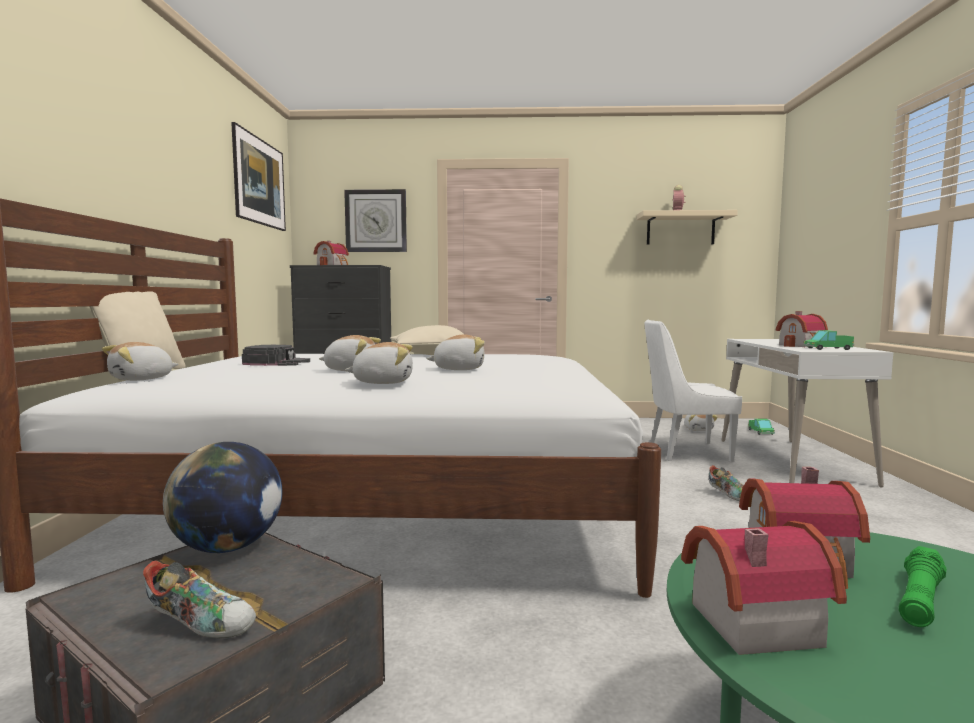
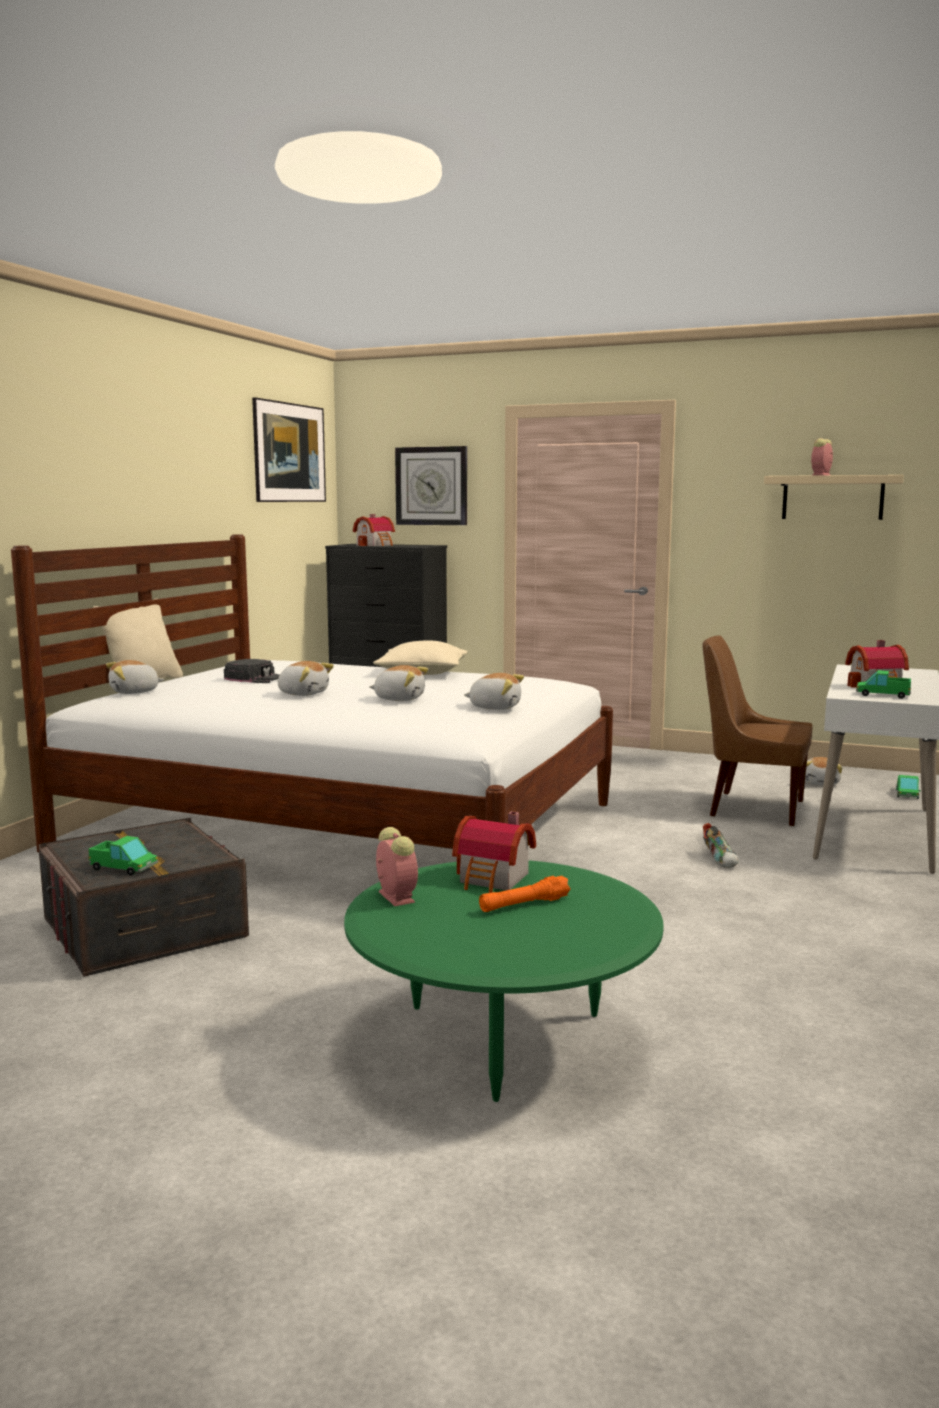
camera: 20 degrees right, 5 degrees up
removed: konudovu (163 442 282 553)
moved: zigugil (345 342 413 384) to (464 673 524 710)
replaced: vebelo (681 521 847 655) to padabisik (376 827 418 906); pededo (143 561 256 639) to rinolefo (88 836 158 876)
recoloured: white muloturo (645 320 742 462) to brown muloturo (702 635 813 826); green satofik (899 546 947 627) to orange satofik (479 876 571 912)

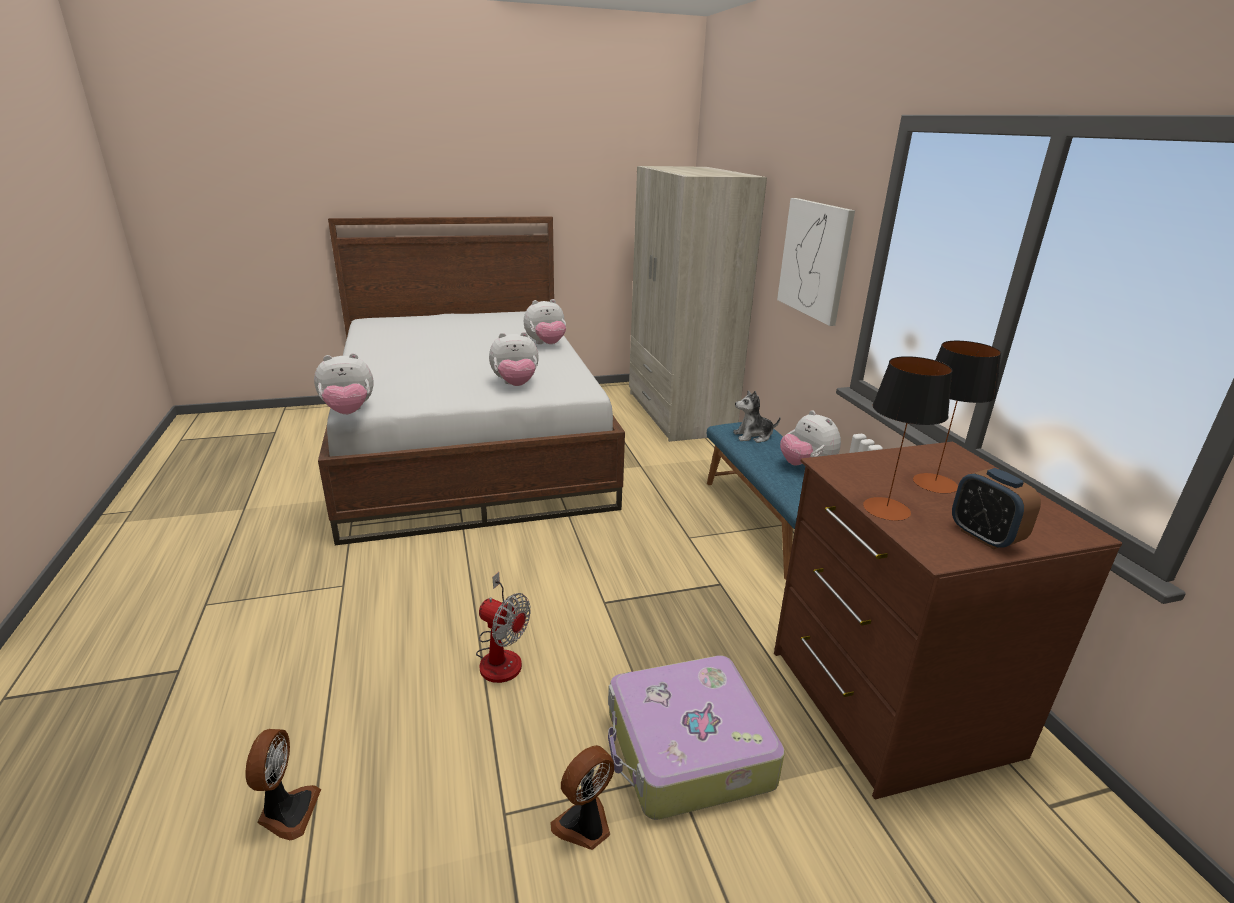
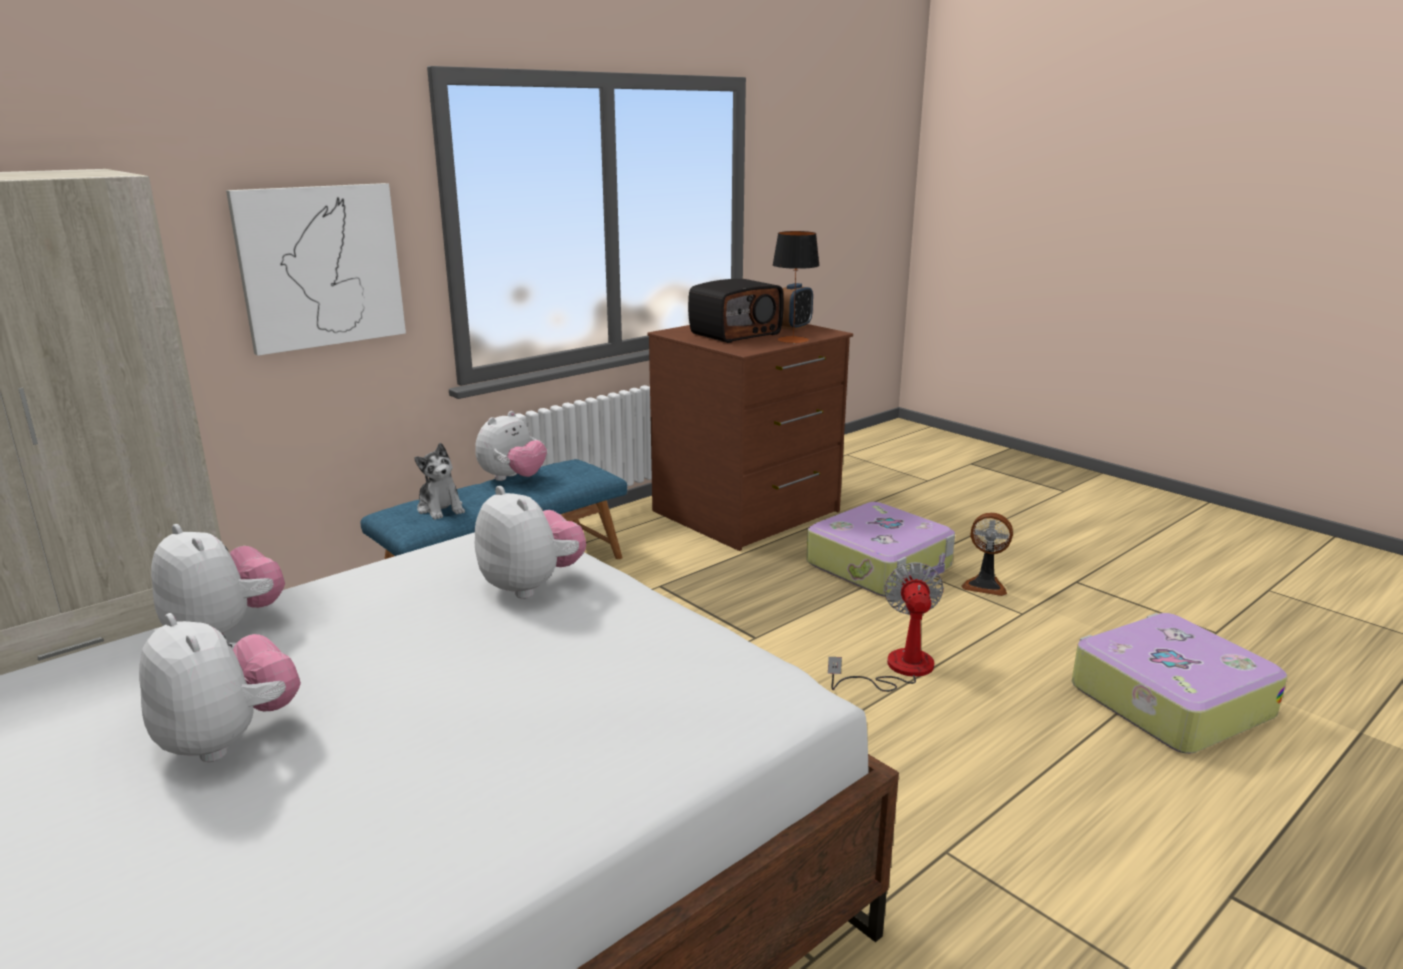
camera: 115 degrees left, 5 degrees down
moved: zigugil (314 353 374 414) to (139 613 301 762)
replaced: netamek (913 341 1001 493) to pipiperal (688 279 784 343); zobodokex (245 729 321 840) to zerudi (1072 613 1287 753)

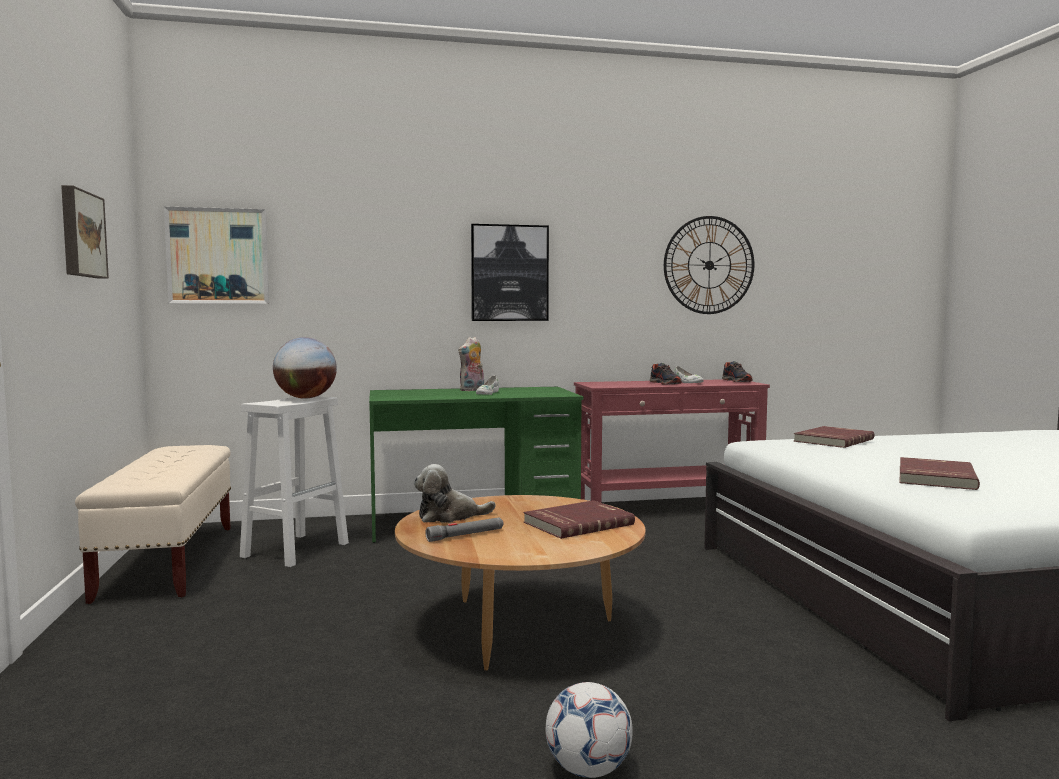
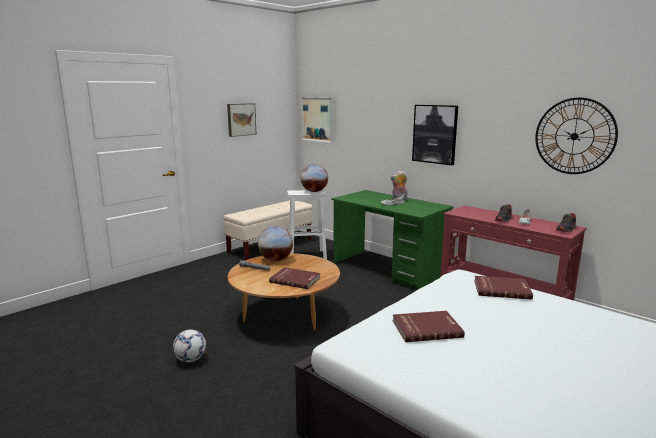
camera: 55 degrees right, 10 degrees up
replaced: zigugil (414 464 496 523) to konudovu (258 226 293 261)

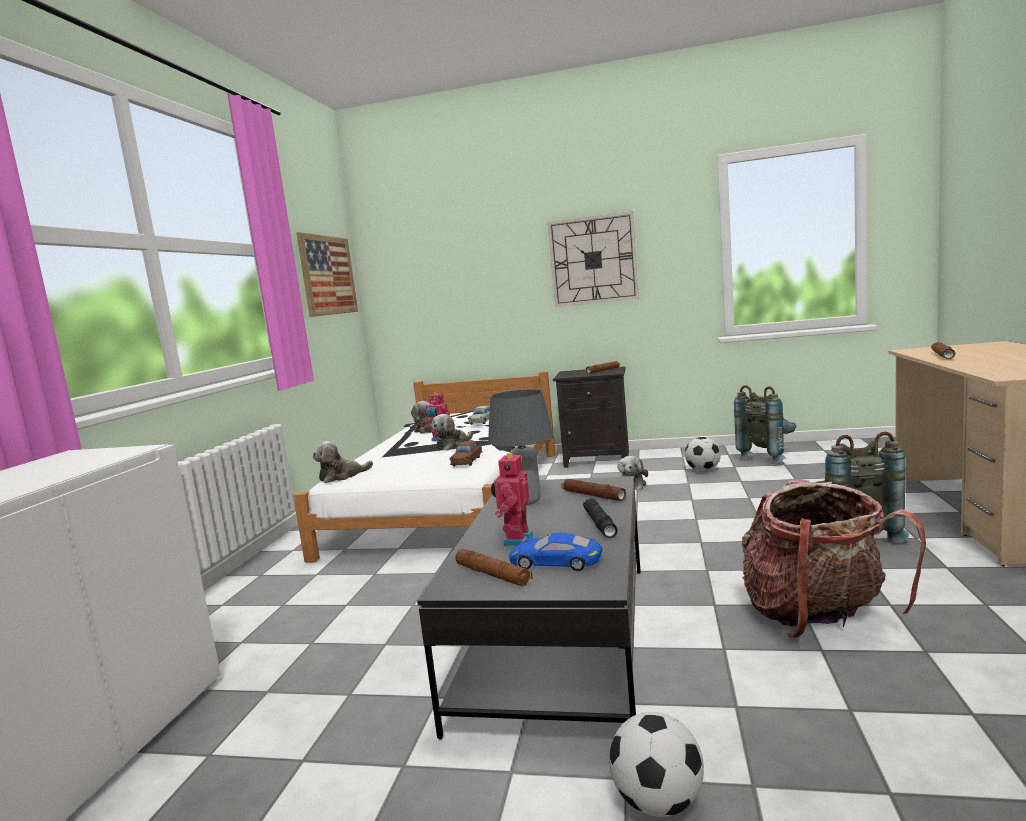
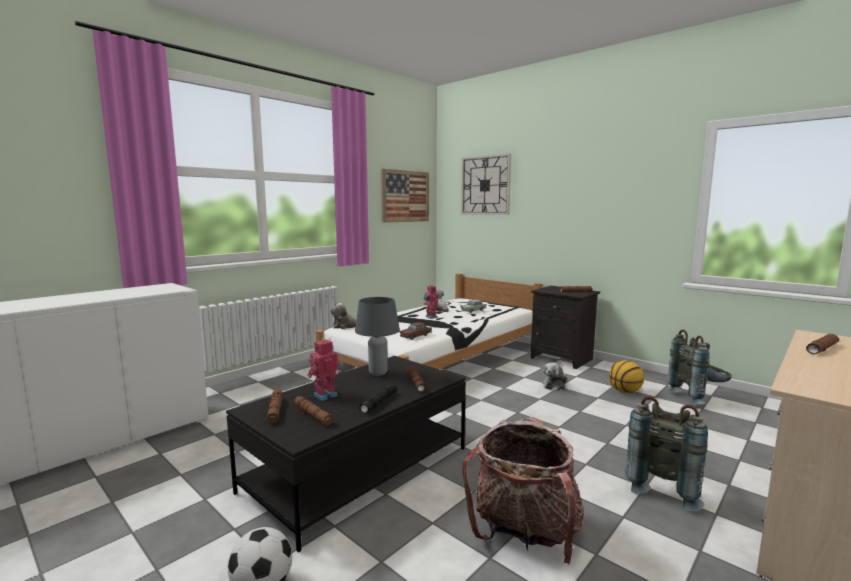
camera: 30 degrees right, 0 degrees up
removed: zigugil (432 414 473 451)
moved: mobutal (547 211 639 307) to (461 153 511 215)
replaced: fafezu (685 437 721 472) to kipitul (609 361 644 393); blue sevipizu (509 533 602 571) to brown satofik (294 396 334 426)

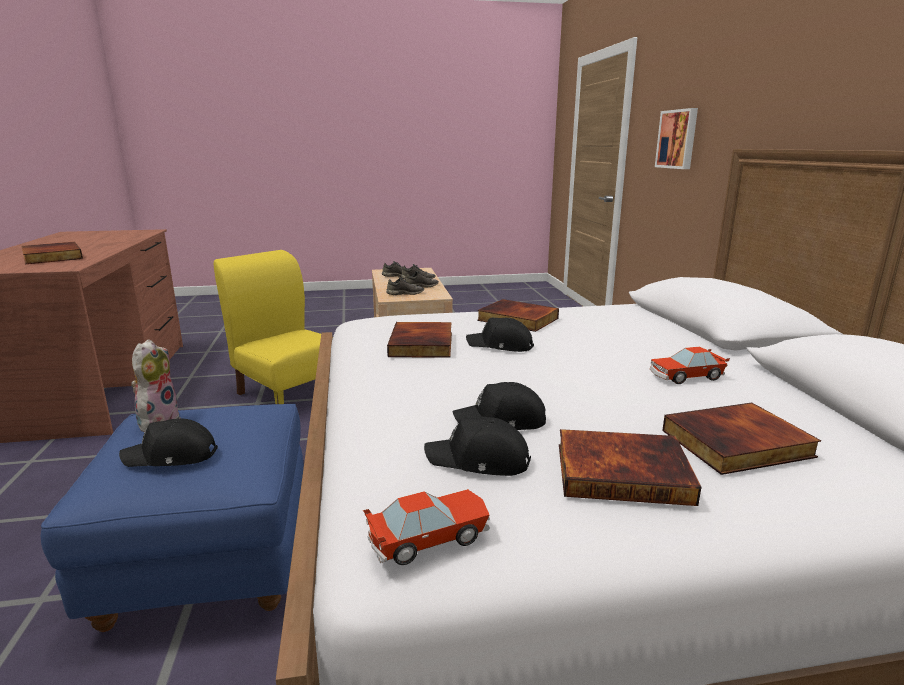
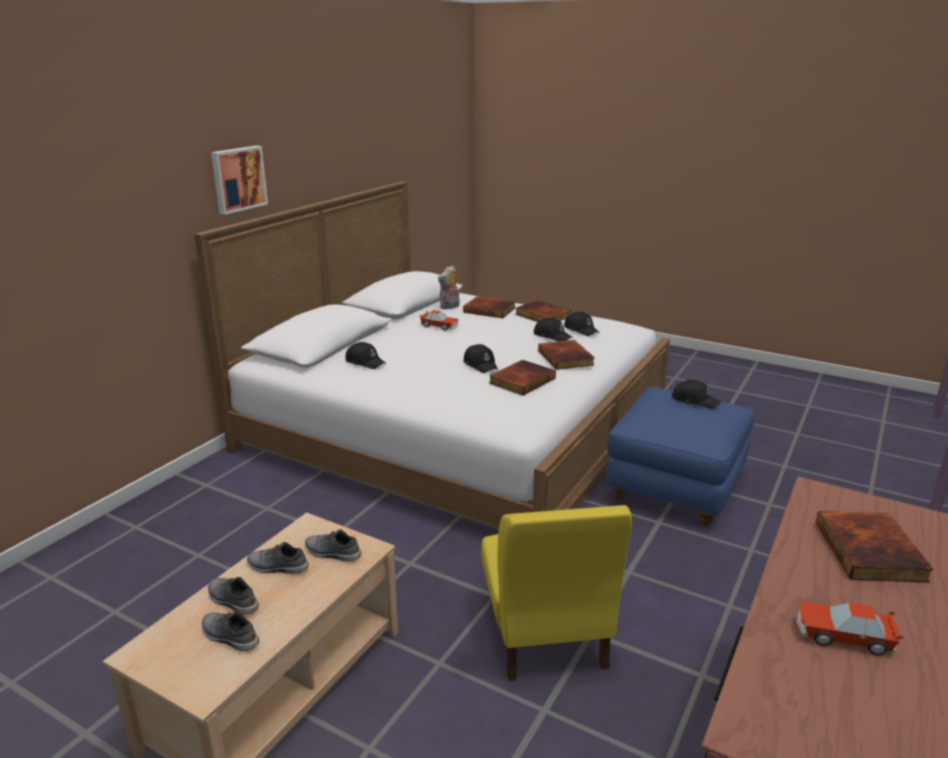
camera: 140 degrees left, 5 degrees up
added: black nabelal (345 342 386 369)
moved: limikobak (655 108 698 169) to (211 146 268 215); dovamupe (477 299 559 332) to (538 340 595 370); zigugil (131 339 181 432) to (438 266 460 310); sevipizu (363 489 490 565) to (797 601 904 656)

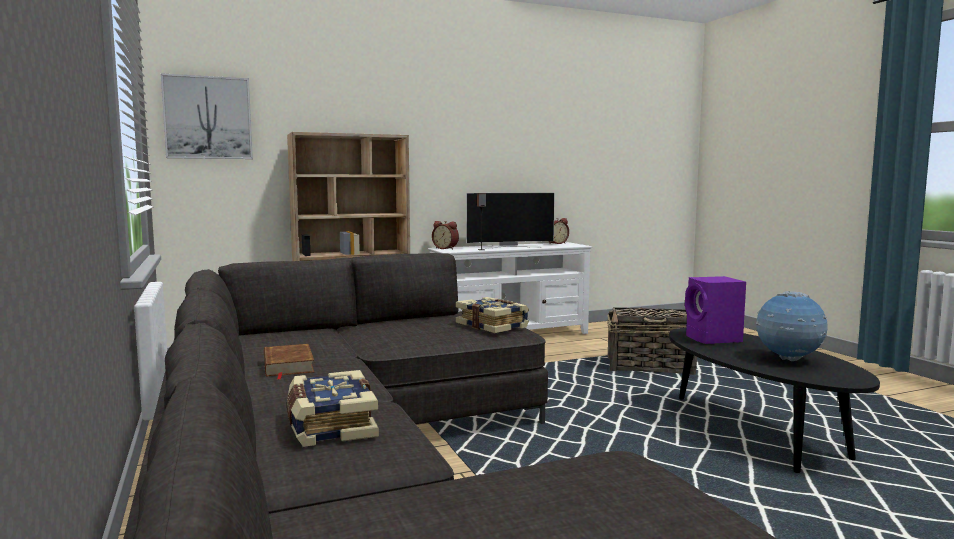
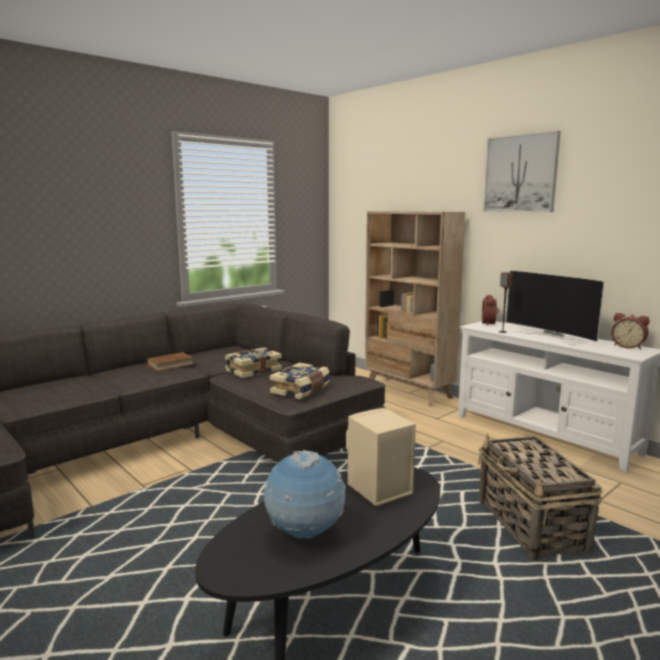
camera: 70 degrees right, 5 degrees up
moved: limikobak (161 73 253 159) to (483 131 561 212); dovamupe (287 370 379 447) to (225 348 282 378)
recoloured: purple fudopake (685 276 746 344) to beige fudopake (346 408 416 506)

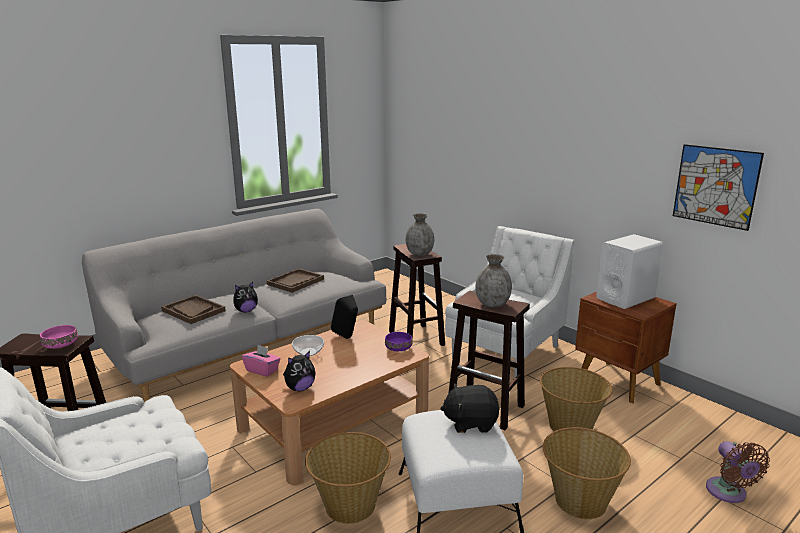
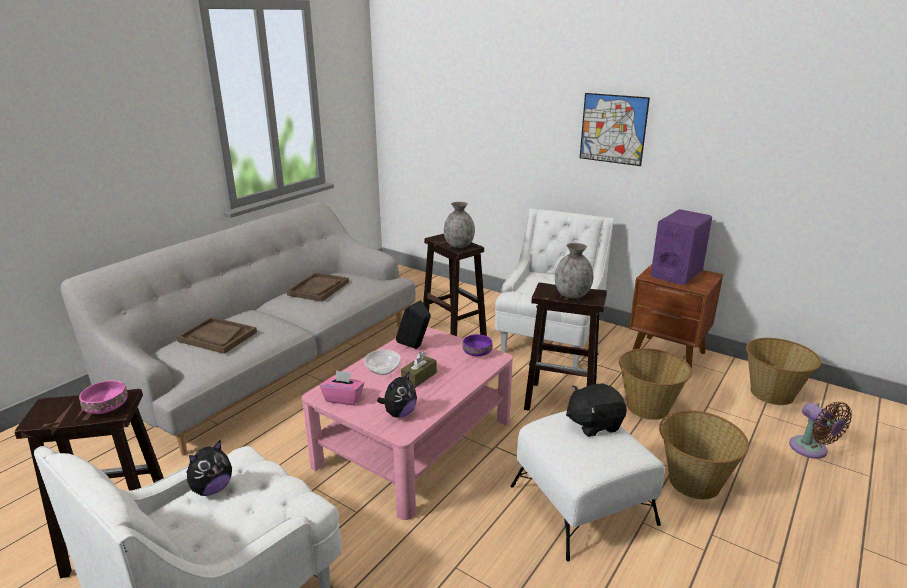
camera: 15 degrees left, 5 degrees up
added: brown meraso (401 352 437 388)
moved: limikobak (673 144 764 231) to (580 93 650 166); zigugil (233 282 258 313) to (187 440 232 496); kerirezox (305 432 391 524) to (746 338 821 405)
recoloured: white fudopake (596 234 663 309) to purple fudopake (651 209 712 285); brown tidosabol (230 320 429 485) to pink tidosabol (302 327 513 520)

